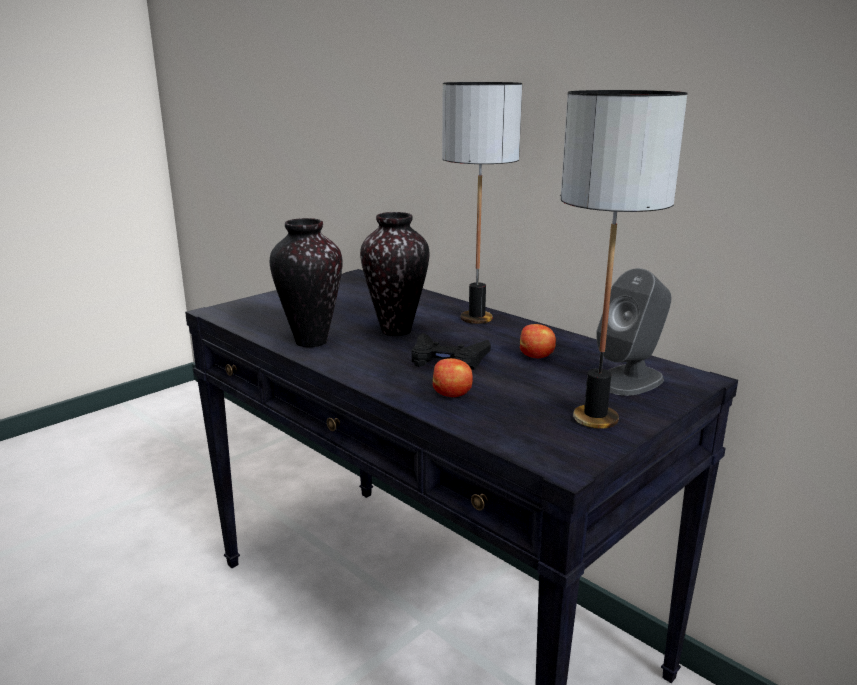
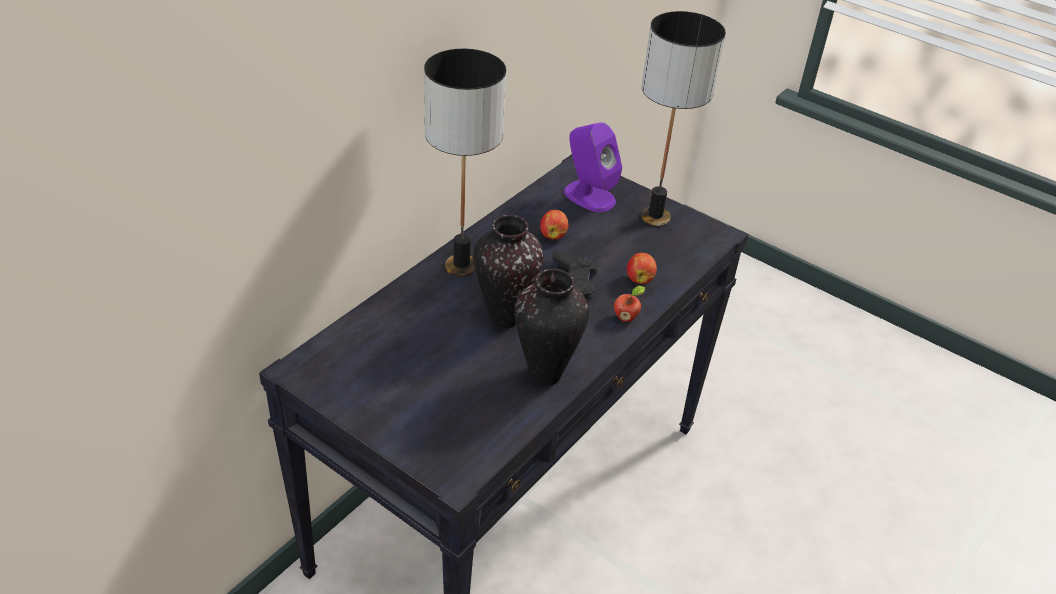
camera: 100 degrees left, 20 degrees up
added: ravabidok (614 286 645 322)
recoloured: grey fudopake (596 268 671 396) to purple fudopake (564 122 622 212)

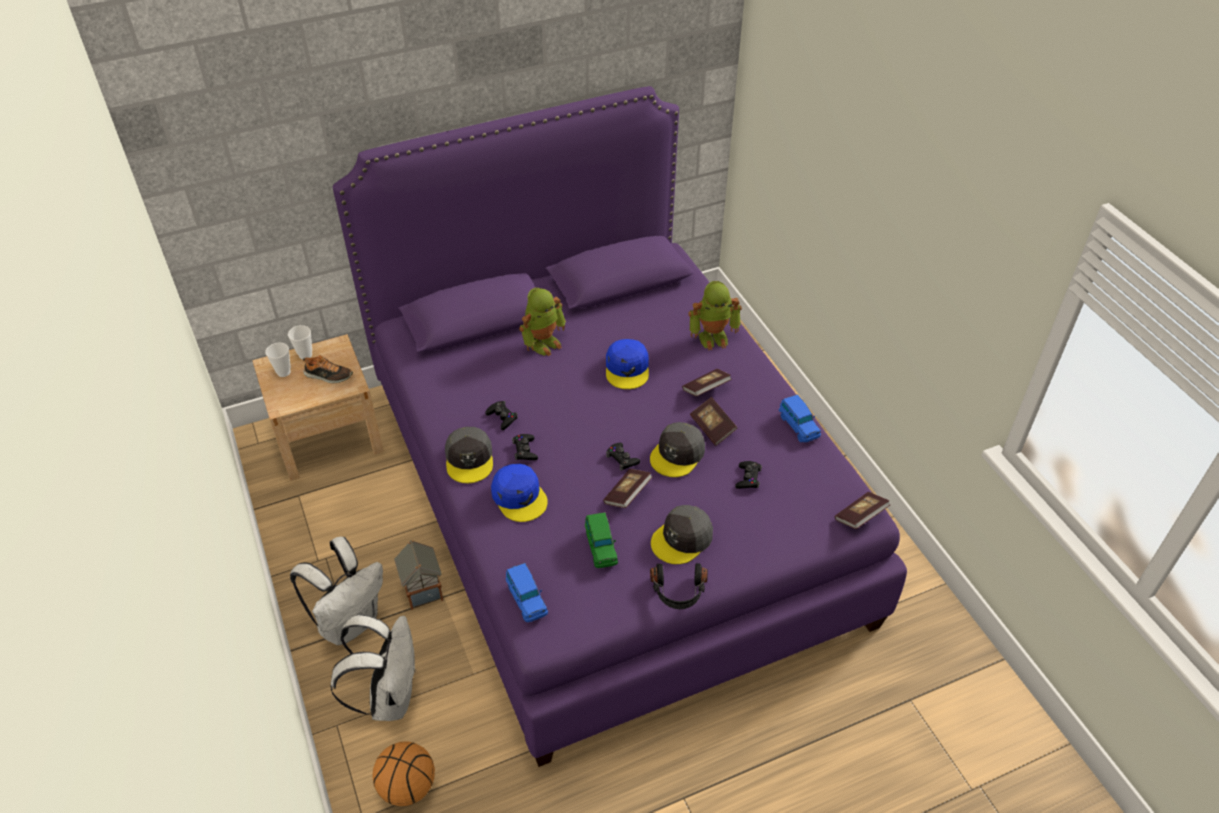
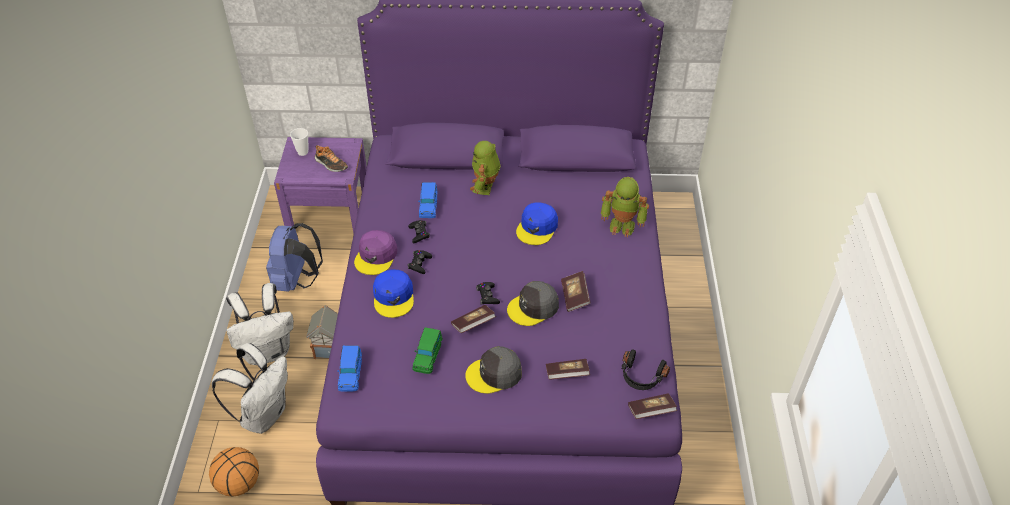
camera: 25 degrees right, 0 degrees up
removed: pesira (288 325 312 359); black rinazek (735 461 762 489)
added: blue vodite (266 223 323 292)
moved: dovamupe (682 369 732 396) to (546 359 590 380); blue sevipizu (779 394 821 442) to (418 182 438 218); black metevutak (650 563 708 609) to (621 349 670 390)
recoloured: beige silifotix (252 334 384 481) to purple silifotix (274 137 367 234); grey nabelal (445 427 493 483) to purple nabelal (354 230 397 275)
turned: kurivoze (519 288 566 356) = (470 141 501 195) 120 degrees clockwise

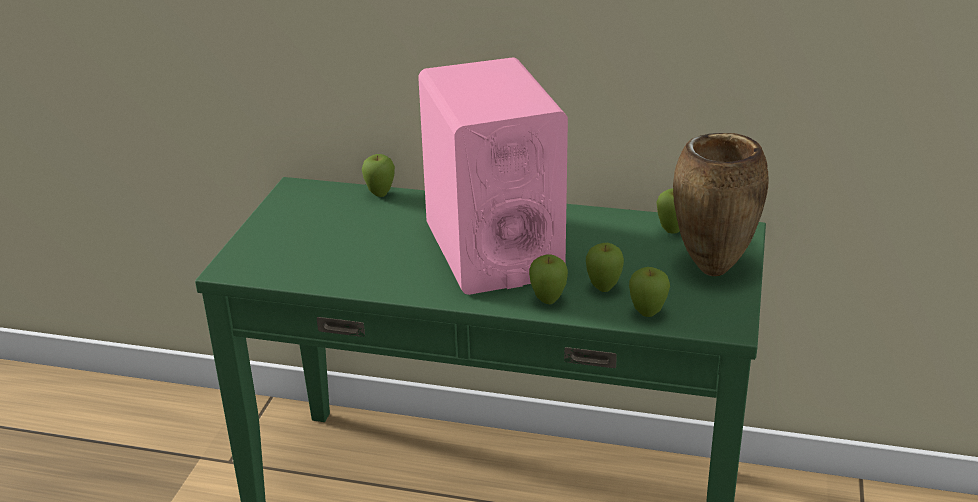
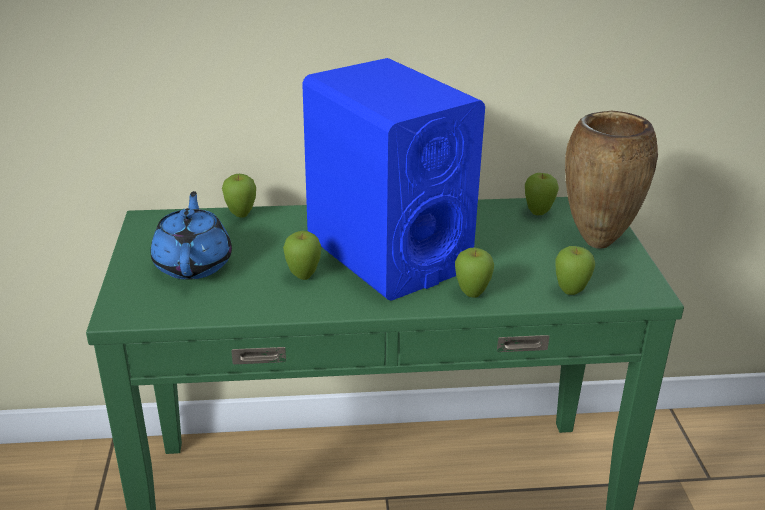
camera: 20 degrees left, 0 degrees up
added: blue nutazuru (150 191 232 280)
moved: ravabidok (586 243 624 292) to (283 231 322 280)
recoloured: pink fudopake (418 57 568 295) to blue fudopake (302 58 485 301)

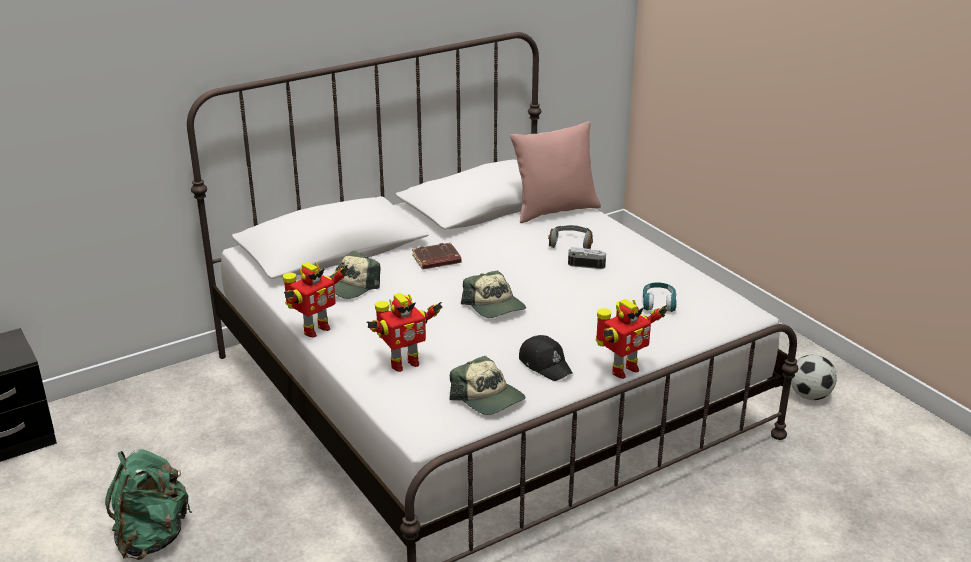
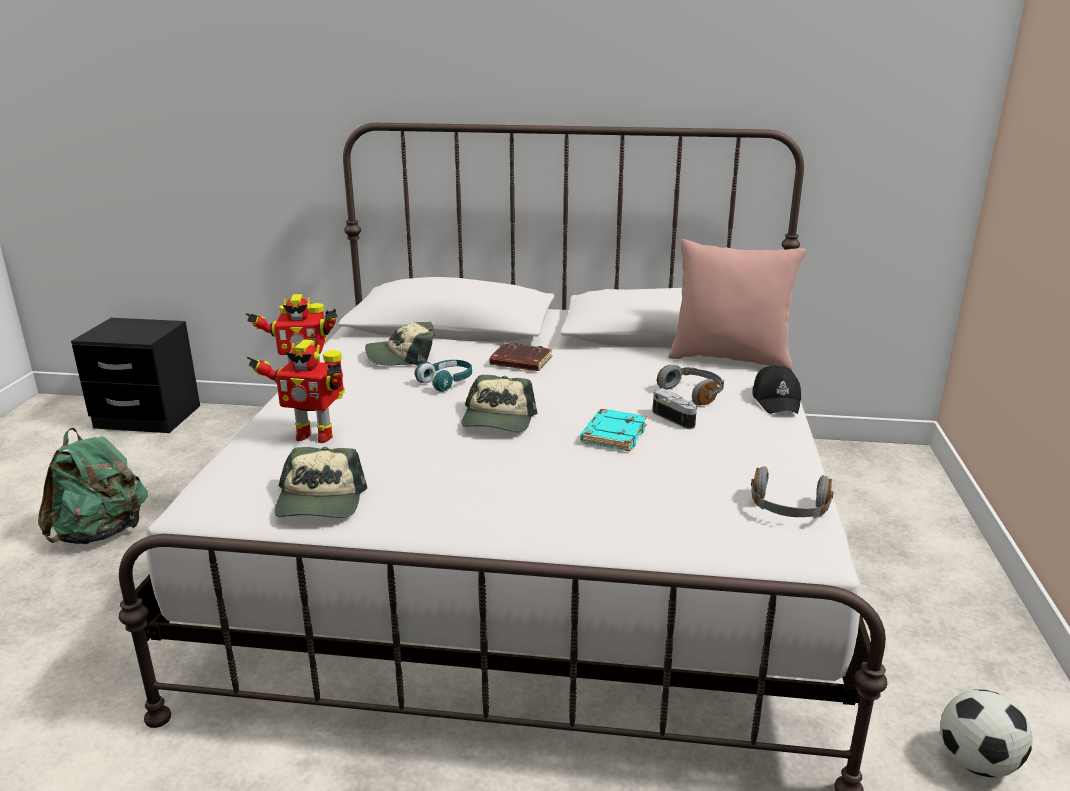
camera: 40 degrees right, 5 degrees down
removed: kurivoze (596 299 667 379)
added: turquoise dovamupe (580 409 647 451); grey metevutak (751 466 833 519)
moved: turquoise metevutak (643 282 677 312) to (415 360 472 392); black nabelal (519 335 573 381) to (752 365 801 414)

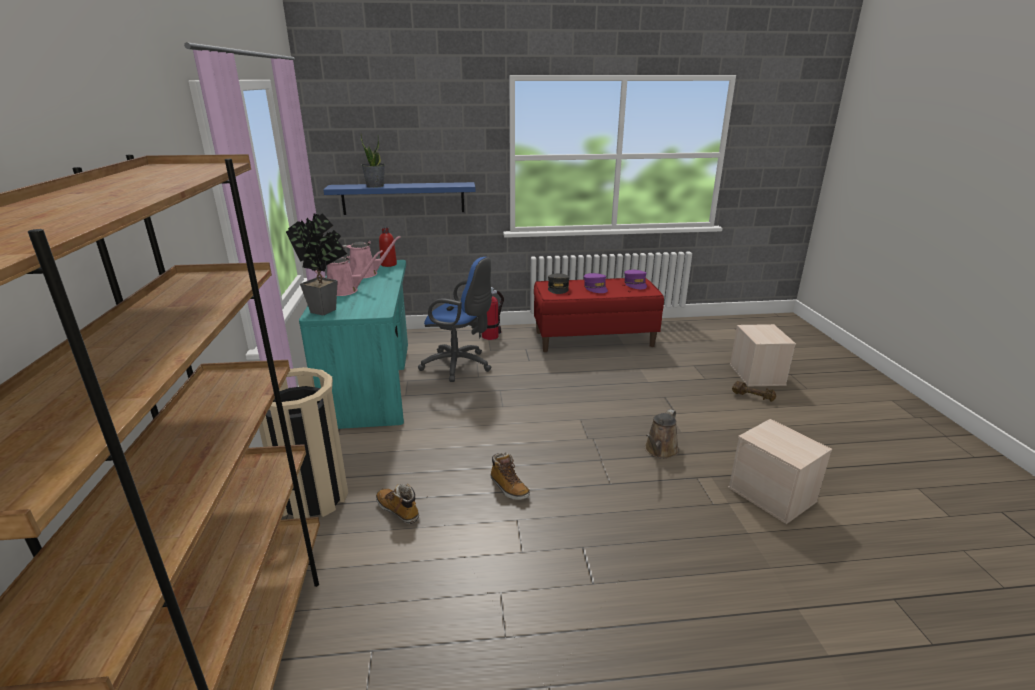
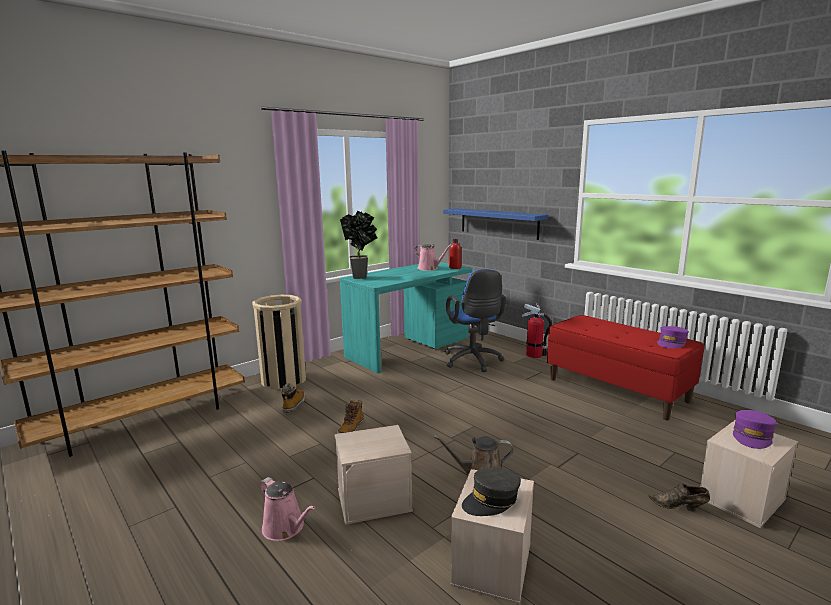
camera: 55 degrees right, 10 degrees down
removed: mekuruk (360 133 385 188)
added: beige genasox (335 425 413 525)
moved: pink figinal (315 250 383 296) to (260 477 315 541); purple nabelal (584 273 608 293) to (733 410 777 449); grey nabelal (548 274 569 294) to (462 467 521 516)
replaced: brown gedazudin (732 381 776 402) to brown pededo (649 484 710 511)

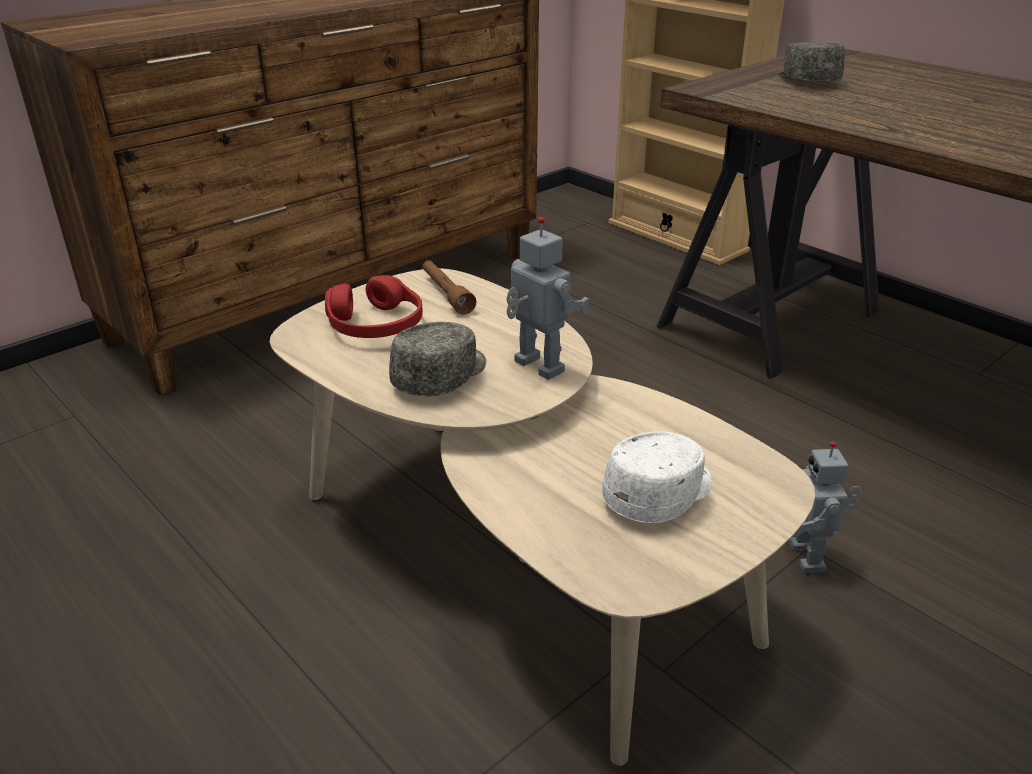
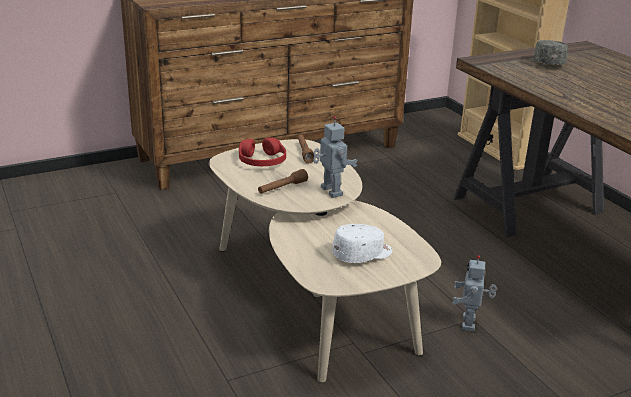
camera: 15 degrees right, 5 degrees down
replaced: grey nabelal (389 322 486 396) to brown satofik (258 169 308 194)

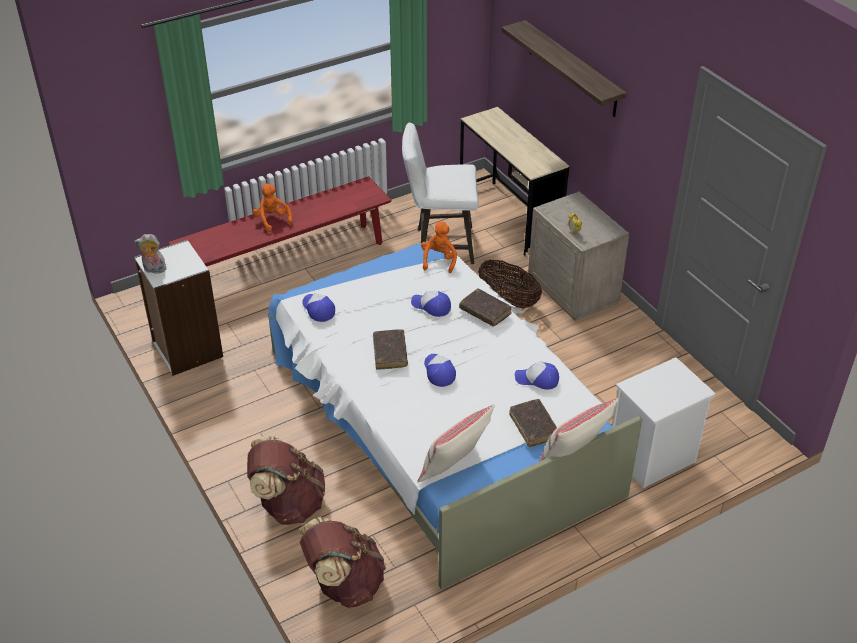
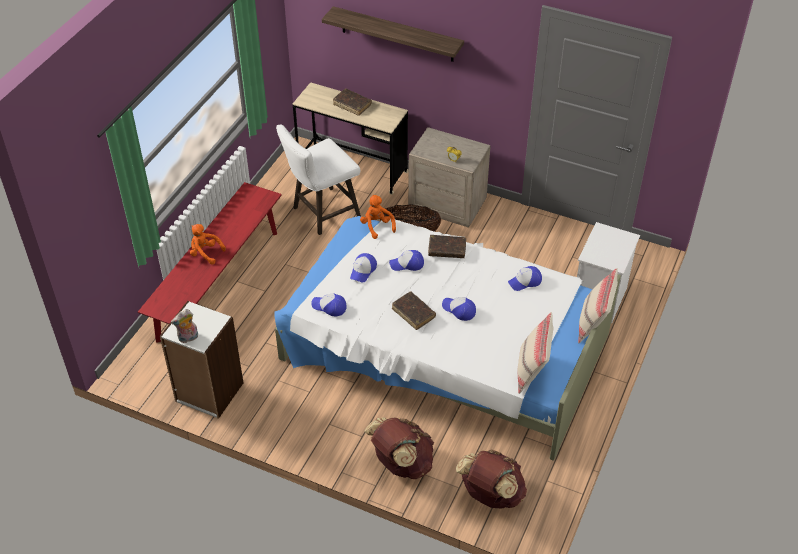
camera: 35 degrees left, 5 degrees up
added: nabelal (350 253 377 283)
moved: brown dovamupe (509 399 557 447) to (333 89 372 116)

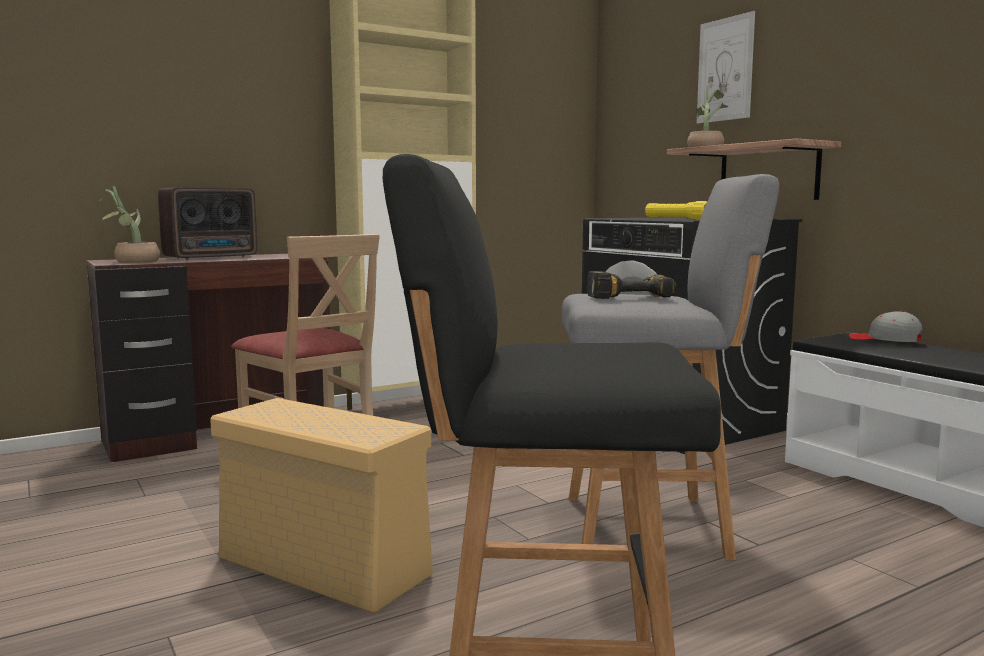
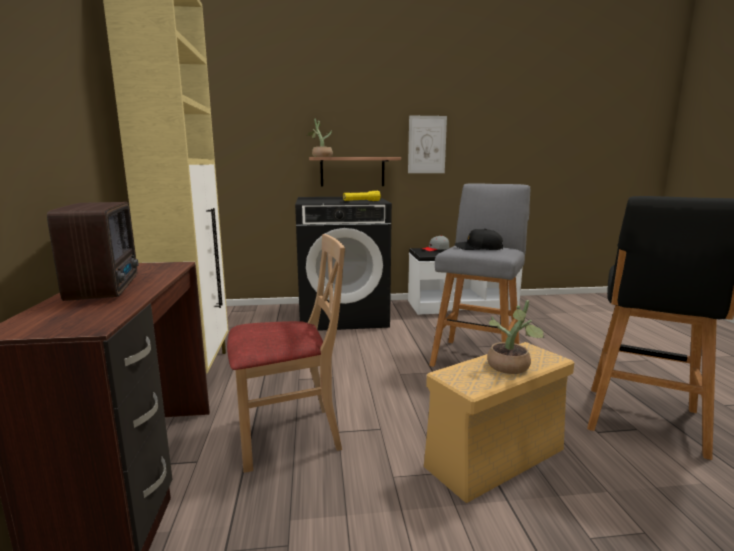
camera: 65 degrees left, 5 degrees up
moved: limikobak (697 11 755 123) to (408 116 447 173); mekuruk (99 186 160 263) to (487 300 544 374)
replaced: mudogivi (587 271 677 299) to black nabelal (455 229 503 250)

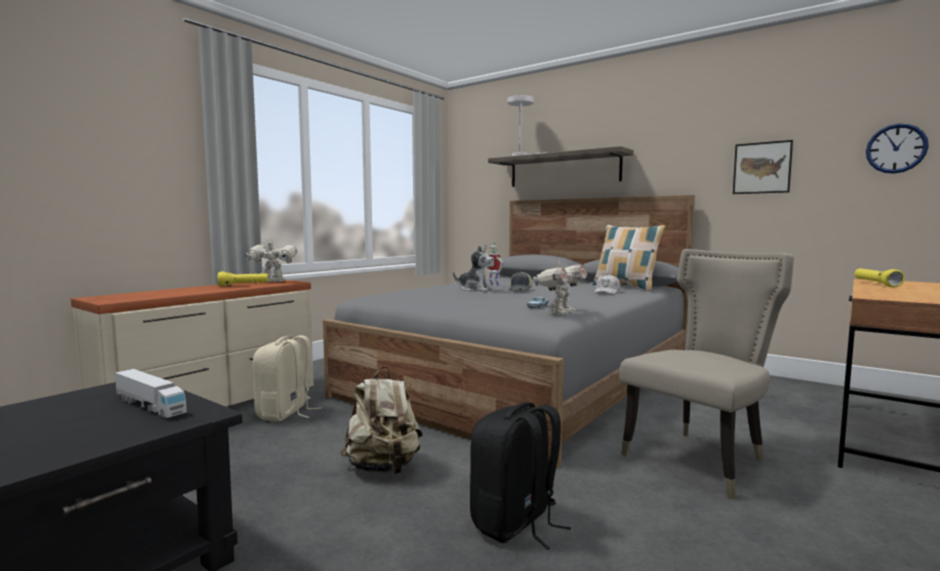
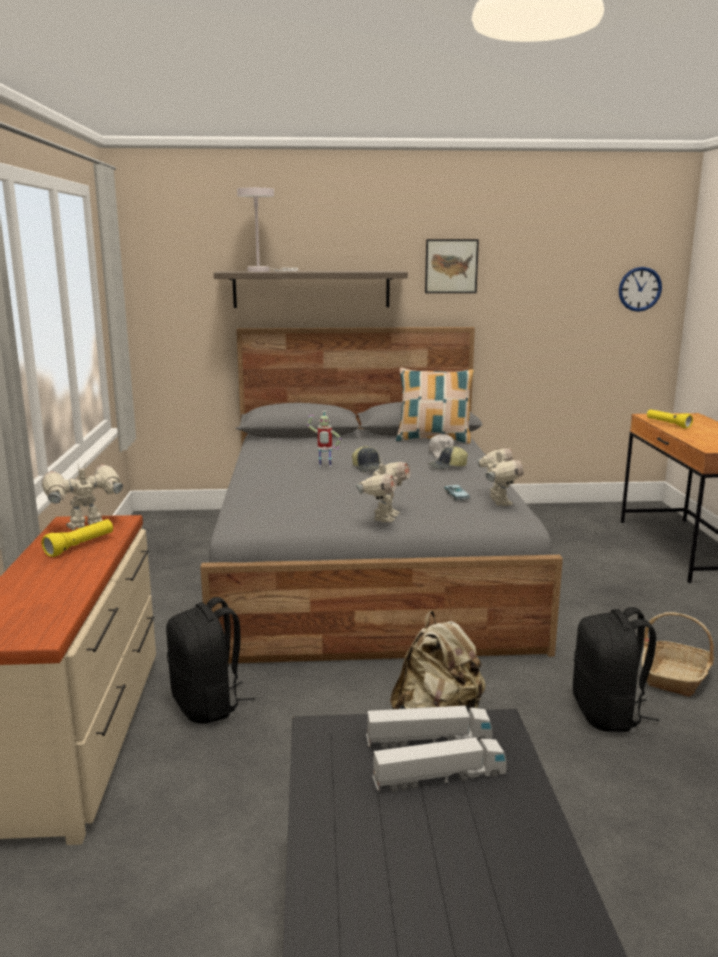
camera: 40 degrees left, 10 degrees up
removed: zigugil (453 245 493 292); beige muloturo (619 249 794 499)
added: nabelal (428 446 468 470); kurivoze (356 458 411 522); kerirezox (642 612 714 697); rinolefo (372 737 507 792)
moved: limikobak (733 140 793 194) to (425 239 479 293)
recoloured: beige vodite (253 335 321 421) to black vodite (166 597 255 724)

